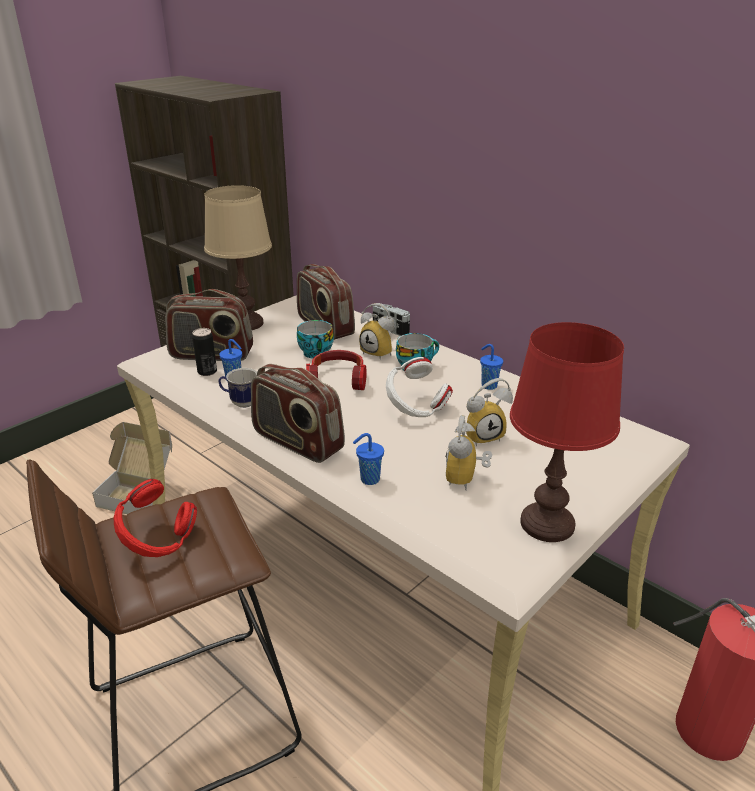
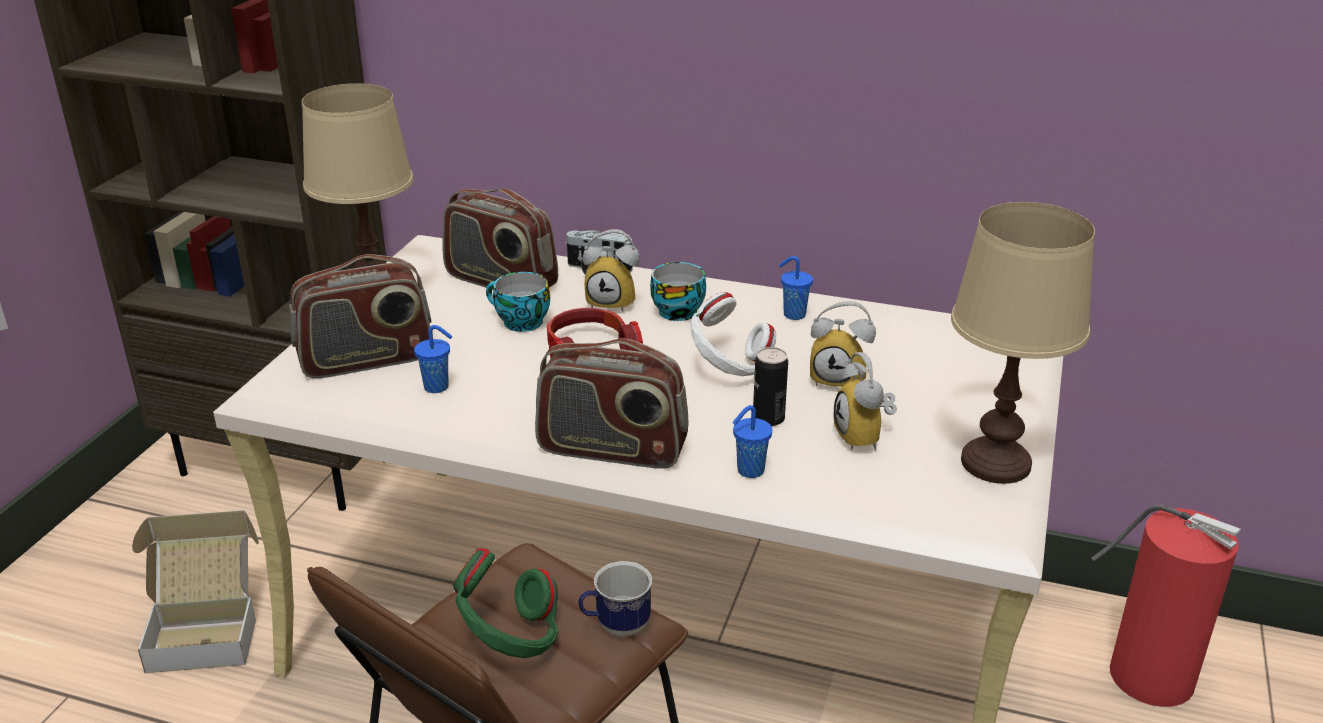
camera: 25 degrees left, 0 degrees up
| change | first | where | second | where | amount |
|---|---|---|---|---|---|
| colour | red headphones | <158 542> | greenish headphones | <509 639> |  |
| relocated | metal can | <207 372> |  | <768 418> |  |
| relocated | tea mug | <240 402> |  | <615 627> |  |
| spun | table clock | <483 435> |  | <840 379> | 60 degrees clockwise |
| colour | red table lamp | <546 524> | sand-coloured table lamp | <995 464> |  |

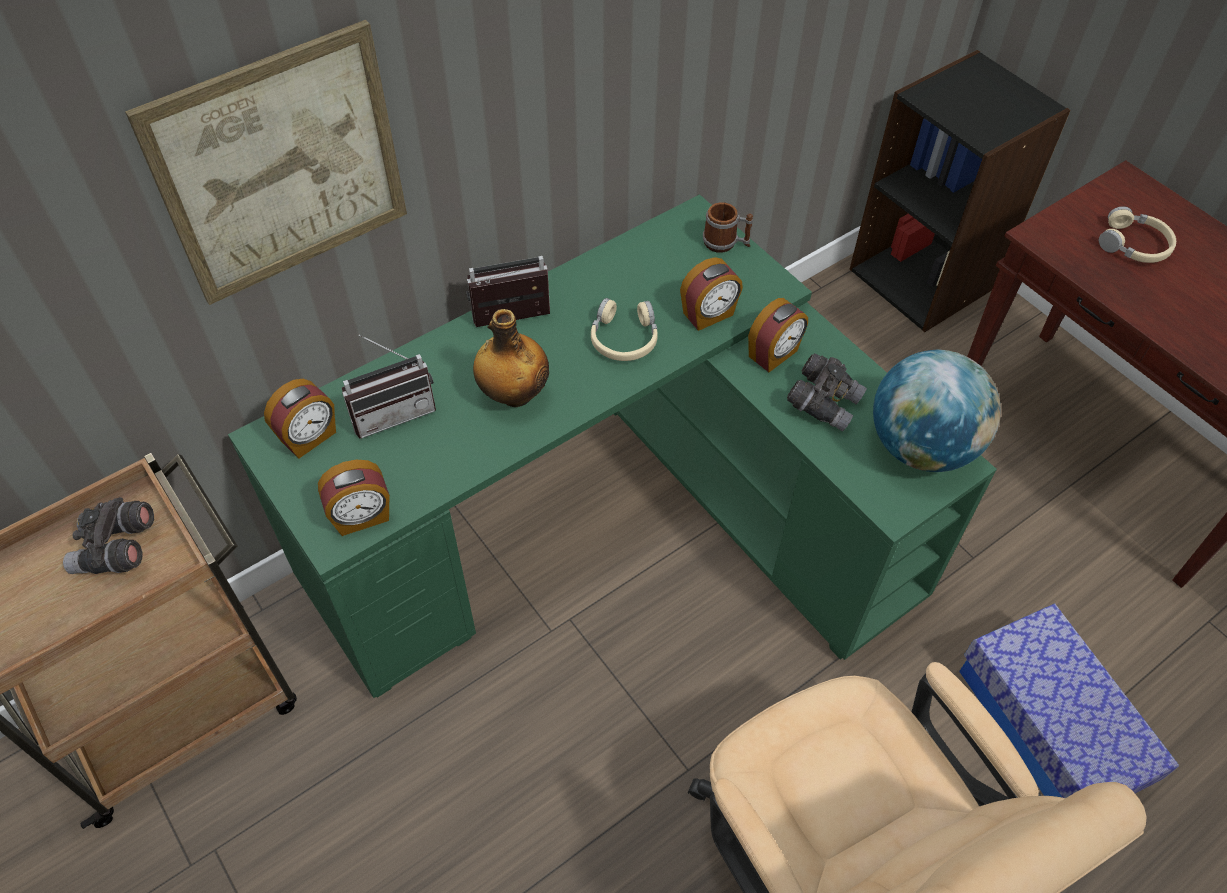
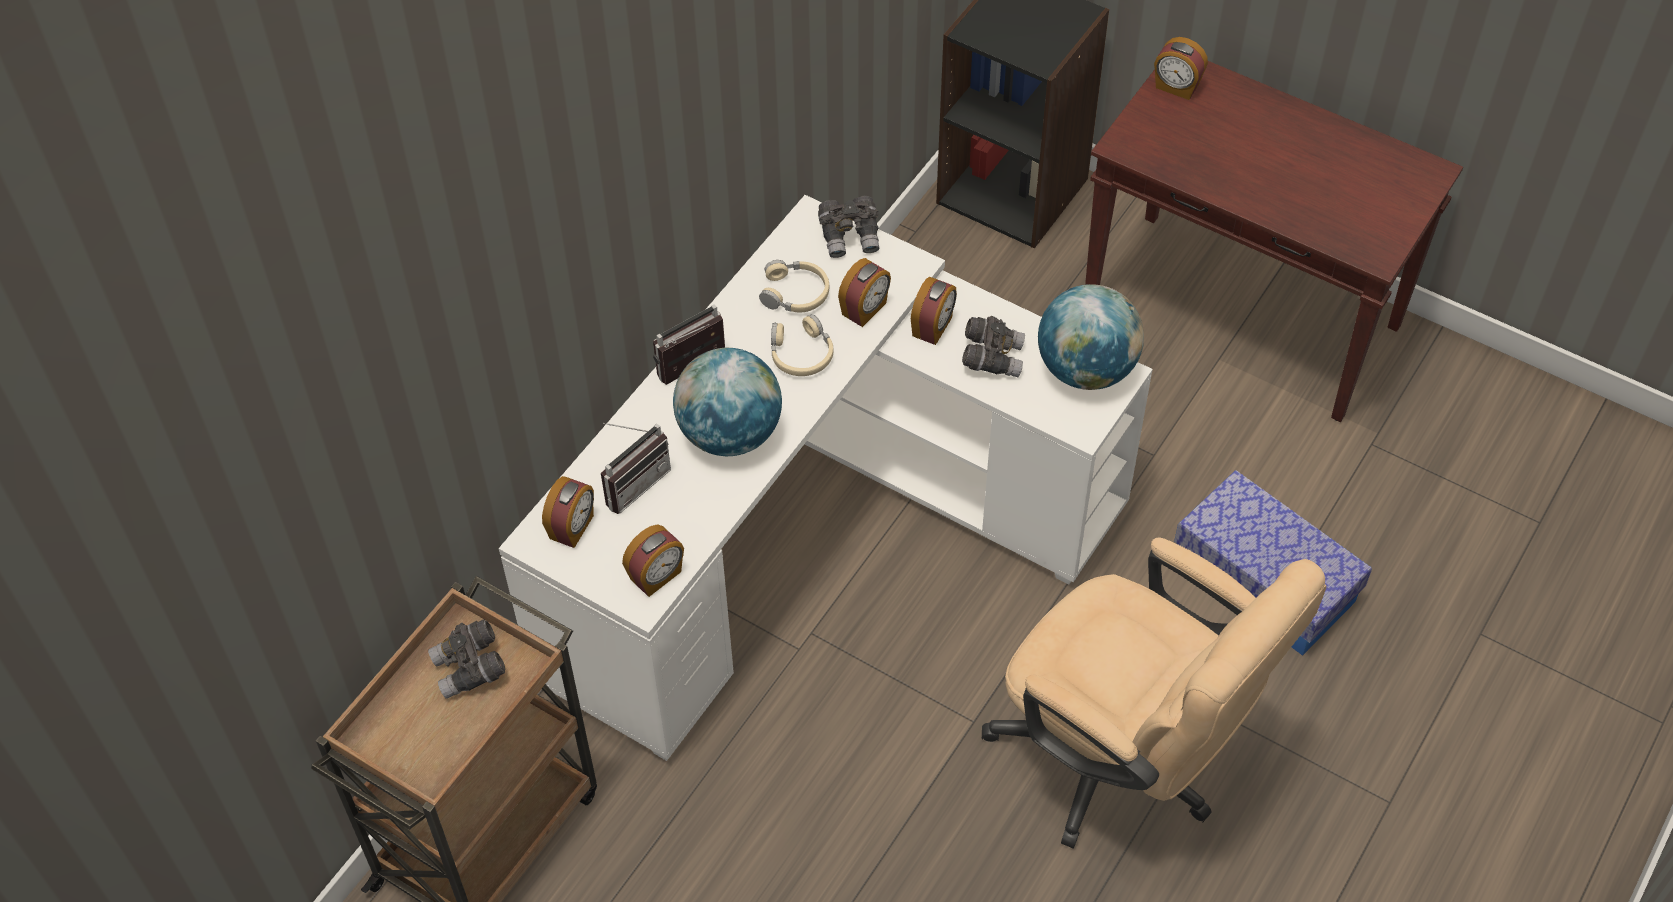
camera: 20 degrees left, 0 degrees up
| change | first | where | second | where | amount |
|---|---|---|---|---|---|
| missing | wall picture | <281 166> |  |  |  |
| colour | greenish desk unit | <616 522> | whitish desk unit | <814 531> |  |
| exchanged | drink bottle | <514 394> | world globe | <730 433> |  |
| exchanged | tea mug | <726 243> | grey field glasses | <850 236> |  |
| relocated | sand-coloured headphones | <1134 245> |  | <795 293> |  |
| appeared |  |  | table clock | <1176 87> |  |

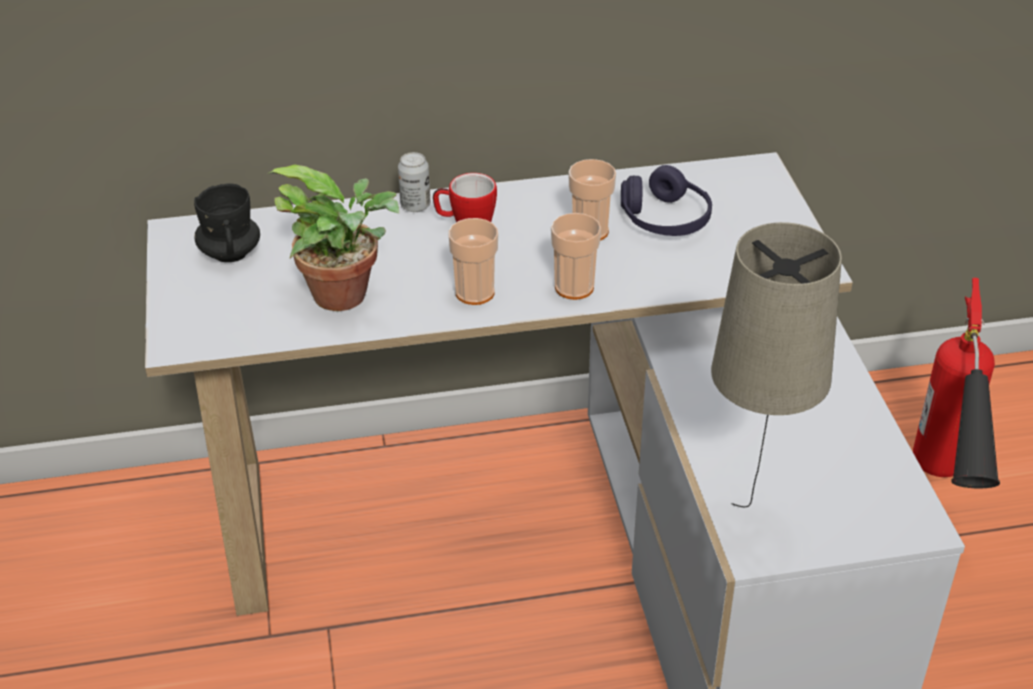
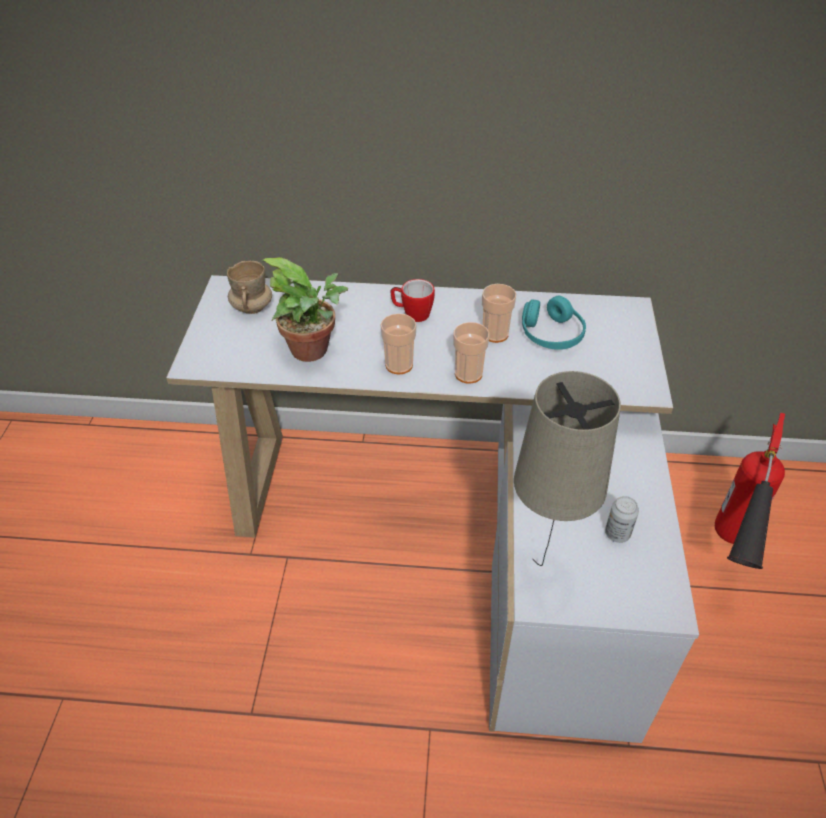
camera: 15 degrees right, 5 degrees up
| change | first | where | second | where | amount |
|---|---|---|---|---|---|
| colour | black tea mug | <230 253> | sand-coloured tea mug | <252 307> |  |
| relocated | metal can | <415 205> |  | <617 533> |  |
| colour | purple-coloured headphones | <665 219> | turquoise-coloured headphones | <551 334> |  |

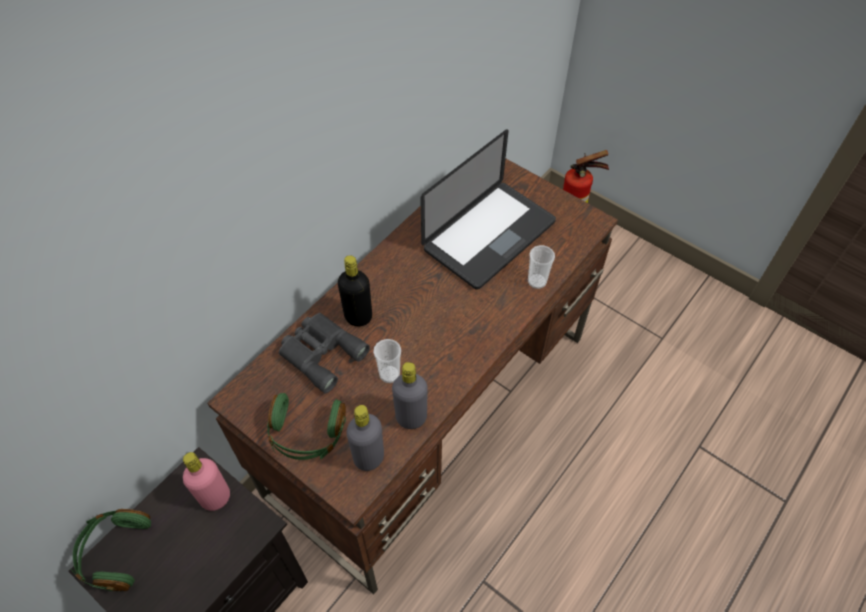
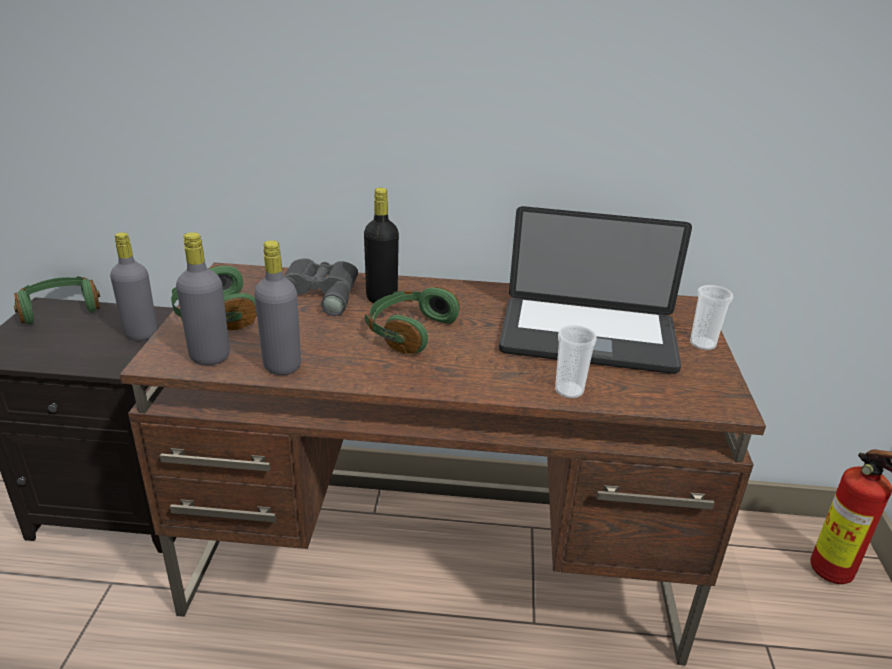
camera: 55 degrees right, 25 degrees down
| change | first | where | second | where | amount |
|---|---|---|---|---|---|
| colour | pink drink bottle | <216 497> | grey drink bottle | <141 334> |  |
| relocated | small cup | <389 374> |  | <702 344> |  |
| appeared |  |  | greenish headphones | <408 331> |  |

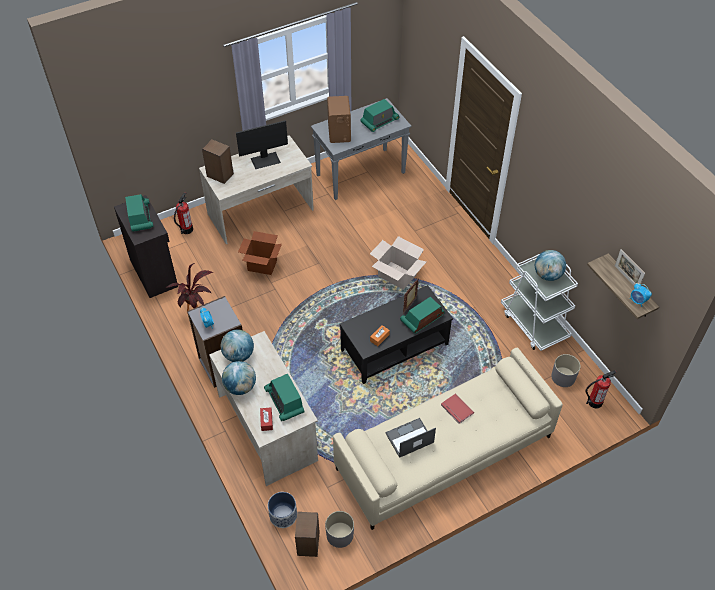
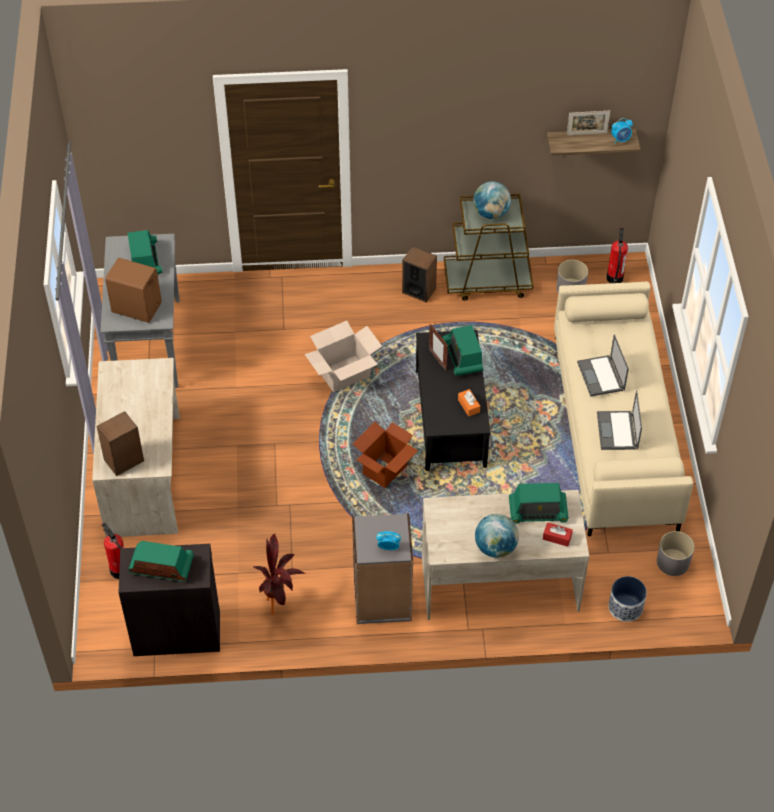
camera: 65 degrees left, 0 degrees up
| change | first | where | second | where | amount |
|---|---|---|---|---|---|
| missing | world globe | <238 355> |  |  |  |
| missing | computer display | <265 160> |  |  |  |
| relocated | carton | <262 265> |  | <385 470> |  |
| relocated | audio speaker | <308 543> |  | <419 290> |  |
| exchanged | red bound book | <456 410> | portable computer | <601 376> |  |
| colour | whitish trolley | <534 324> | brownish trolley | <488 281> |  |

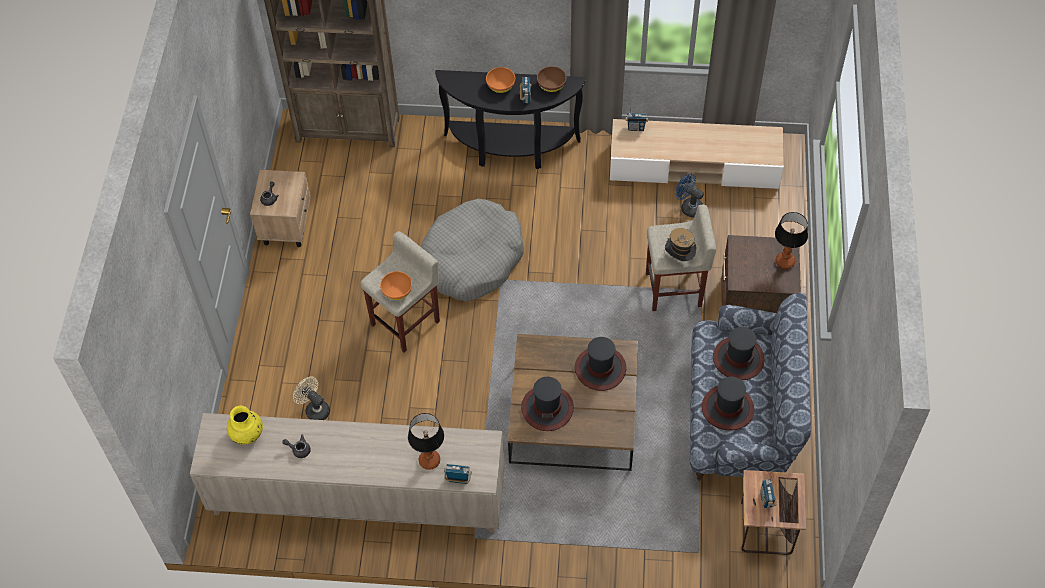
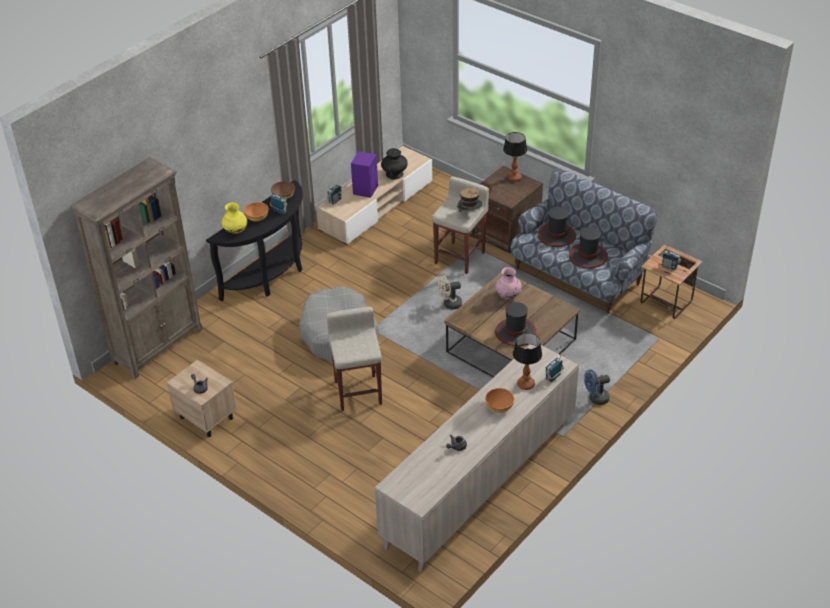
camera: 55 degrees left, 15 degrees down
| change | first | where | second | where | amount |
|---|---|---|---|---|---|
| relocated | yellow-coloured vase | <247 435> |  | <235 231> |  |
| relocated | sand-coloured electric fan | <314 409> |  | <449 304> |  |
| relocated | orange-coloured bowl | <397 291> |  | <499 406> |  |
| exchanged | hat | <600 369> | pink vase | <508 296> |  |
| relocated | blue electric fan | <688 207> |  | <595 399> |  |
| appeared |  |  | purple-coloured audio speaker | <365 189> |  |
| appeared |  |  | black vase | <394 174> |  |

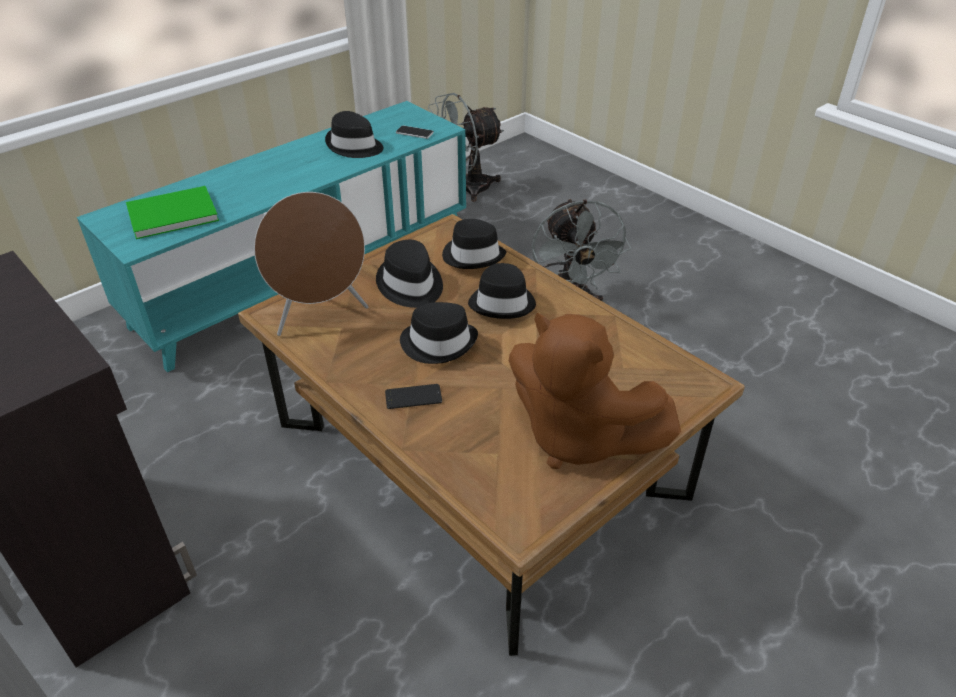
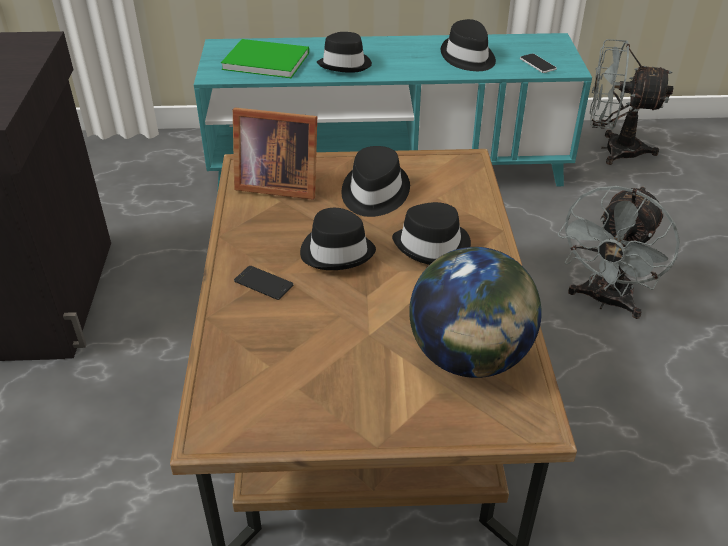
camera: 40 degrees right, 0 degrees up
| change | first | where | second | where | amount |
|---|---|---|---|---|---|
| exchanged | brownish audio speaker | <320 315> | photo frame | <276 184> |  |
| relocated | black hat | <473 255> |  | <345 64> |  |
| missing | brownish plush toy | <577 437> |  |  |  |
| appeared |  |  | world globe | <469 357> |  |

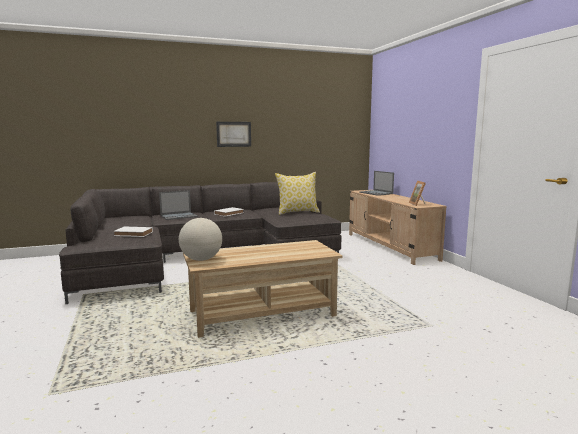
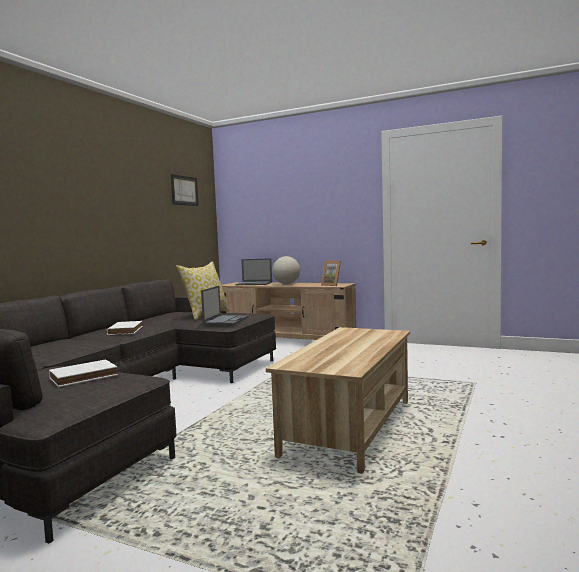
camera: 45 degrees left, 5 degrees down
| change | first | where | second | where | amount |
|---|---|---|---|---|---|
| relocated | portable computer | <179 216> |  | <226 320> |  |
| relocated | world globe | <201 259> |  | <286 284> |  |
| relocated | wall picture | <233 134> |  | <184 190> |  |

